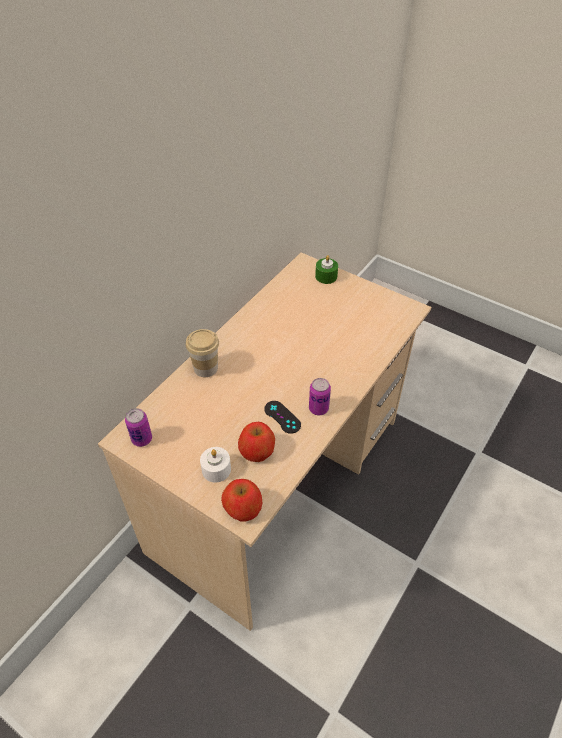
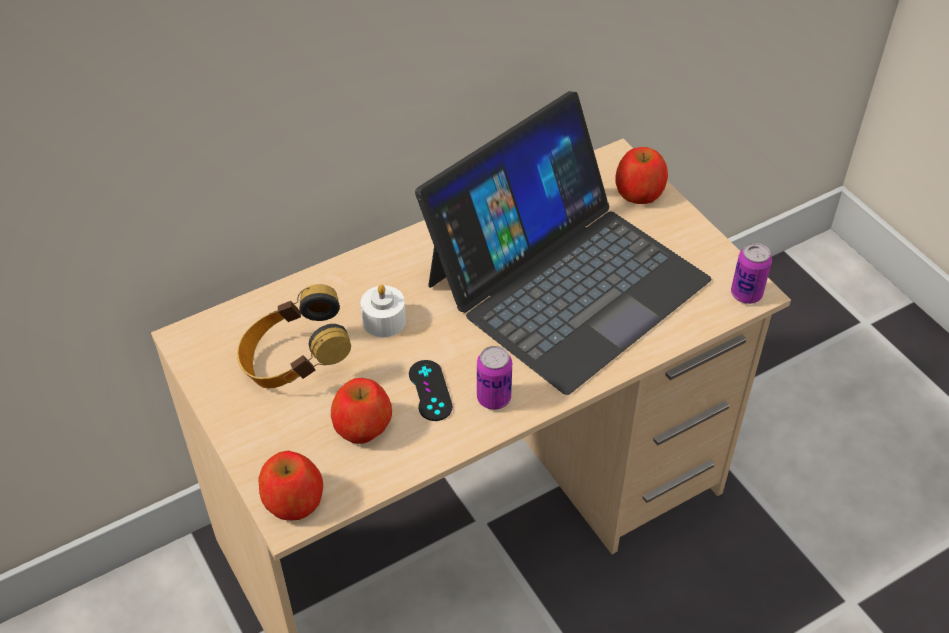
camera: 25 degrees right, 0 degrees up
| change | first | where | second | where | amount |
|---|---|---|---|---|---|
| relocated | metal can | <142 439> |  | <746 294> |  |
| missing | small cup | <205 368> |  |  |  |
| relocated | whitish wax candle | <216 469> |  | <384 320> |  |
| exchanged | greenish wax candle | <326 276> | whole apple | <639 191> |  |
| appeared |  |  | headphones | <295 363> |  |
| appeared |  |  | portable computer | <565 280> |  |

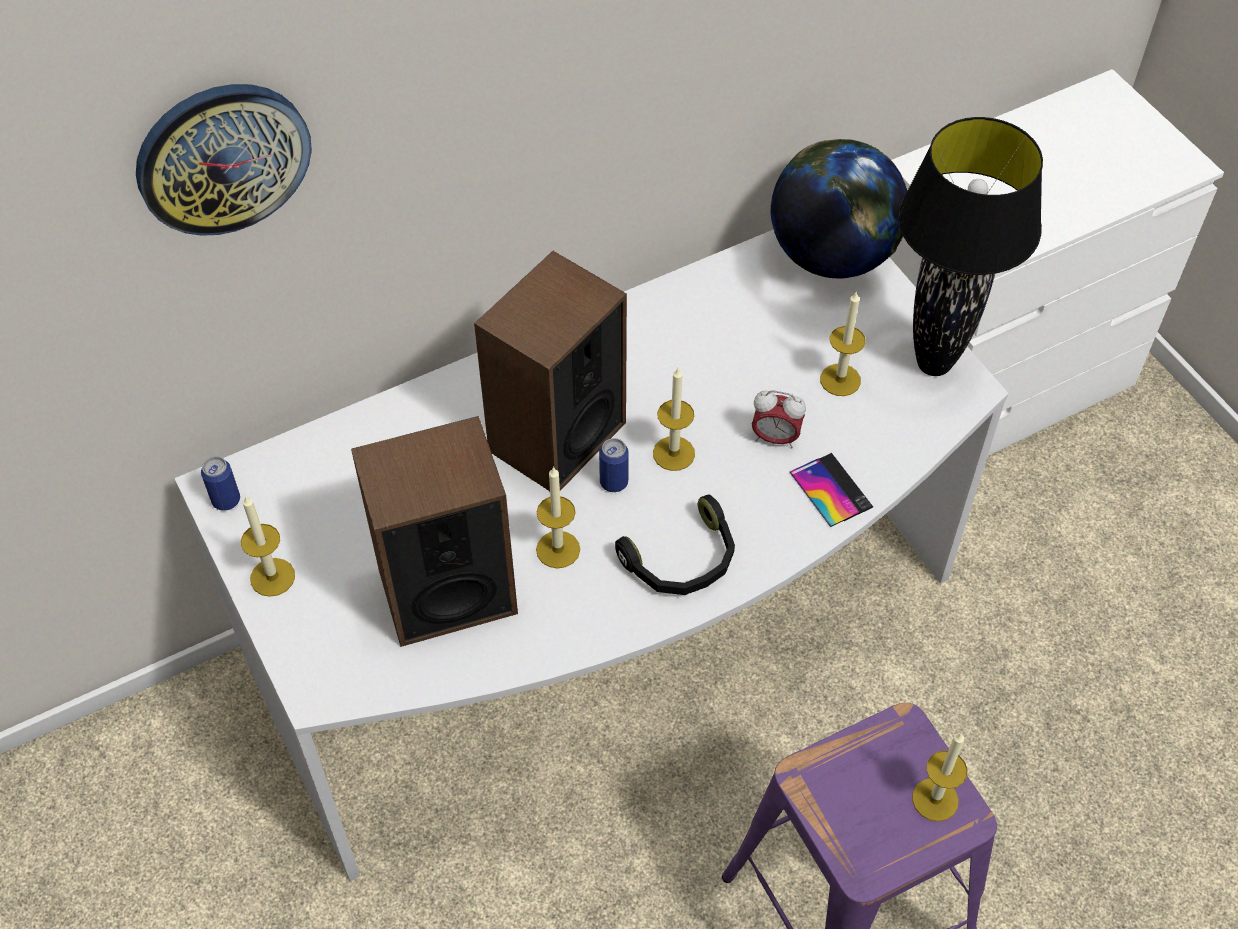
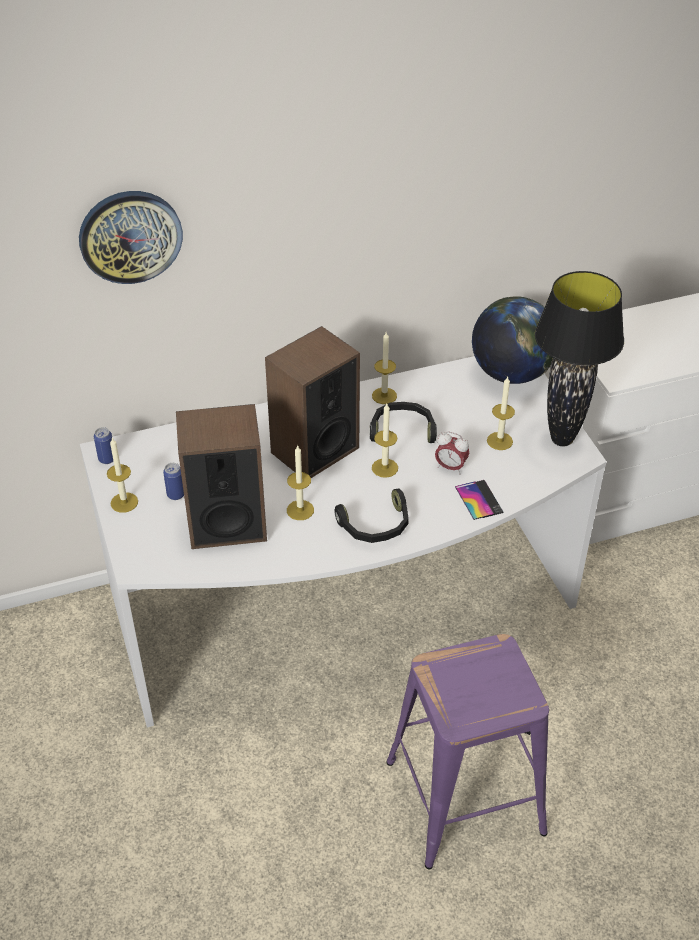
camera: 10 degrees right, 10 degrees down
| change | first | where | second | where | amount |
|---|---|---|---|---|---|
| relocated | metal can | <614 482> |  | <176 494> |  |
| relocated | wax candle | <935 799> |  | <384 396> |  |
| appeared |  |  | black headphones | <402 429> |  |

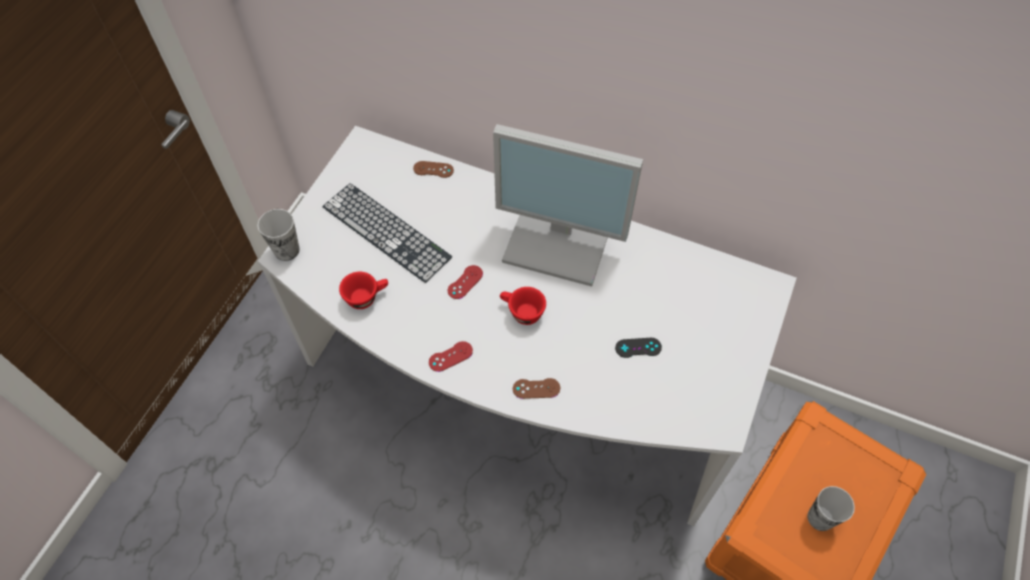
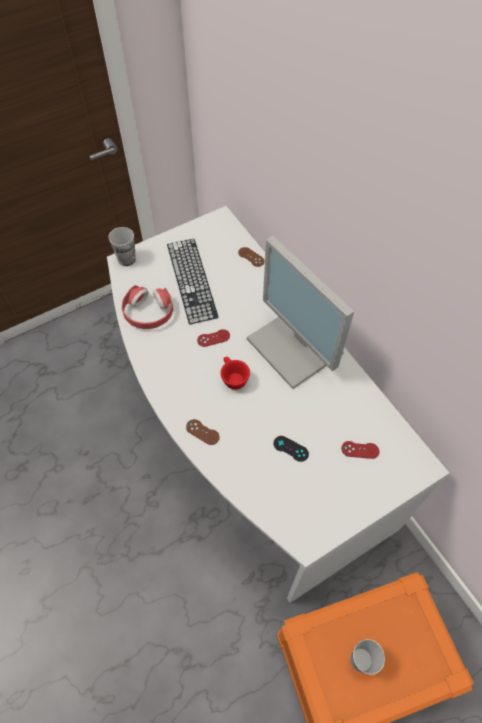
camera: 35 degrees right, 0 degrees up
| change | first | where | second | where | amount |
|---|---|---|---|---|---|
| exchanged | red small cup | <366 297> | red headphones | <148 312> |  |
| relocated | red game controller | <450 356> |  | <360 450> |  |

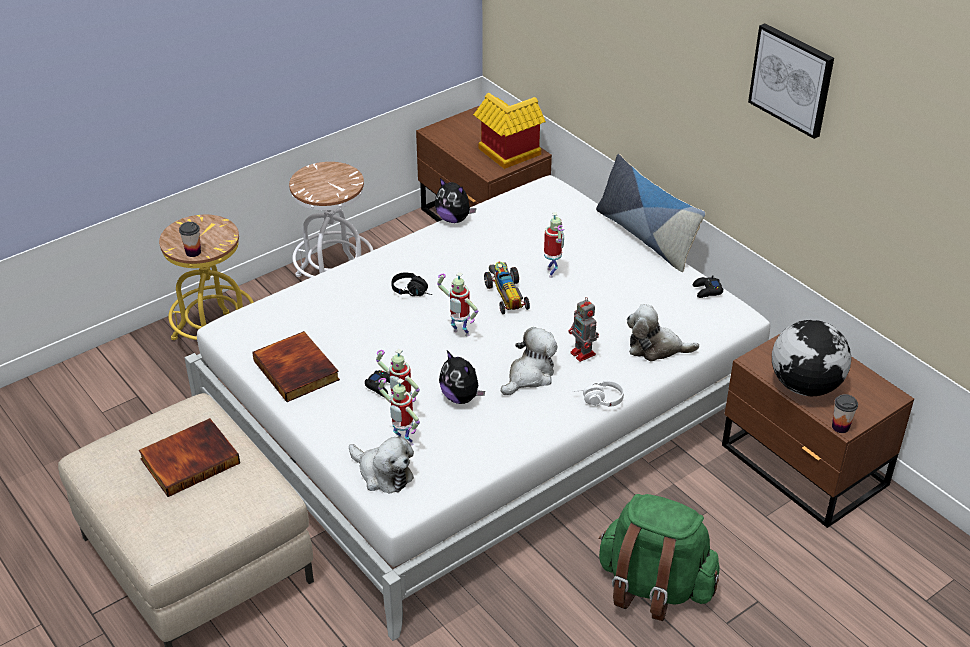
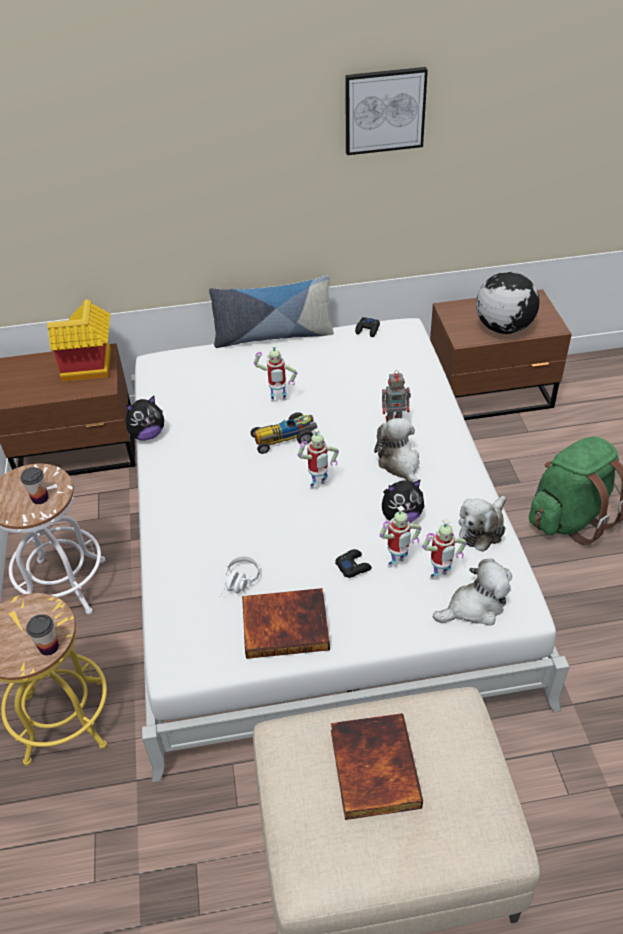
camera: 60 degrees left, 5 degrees up
| change | first | where | second | where | amount |
|---|---|---|---|---|---|
| missing | black headphones | <414 291> |  |  |  |
| spun | model car | <506 294> |  | <285 438> | 150 degrees clockwise |
| spun | model robot | <552 273> |  | <278 401> | 150 degrees clockwise |
| relocated | whitish headphones | <598 400> |  | <239 583> |  |
| relocated | plush toy | <656 348> |  | <482 529> |  |
| relocated | small cup | <840 427> |  | <40 498> |  |

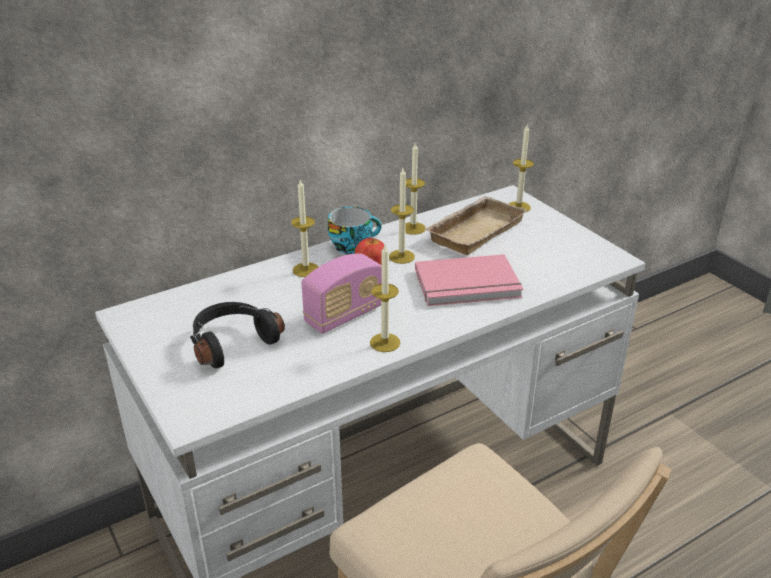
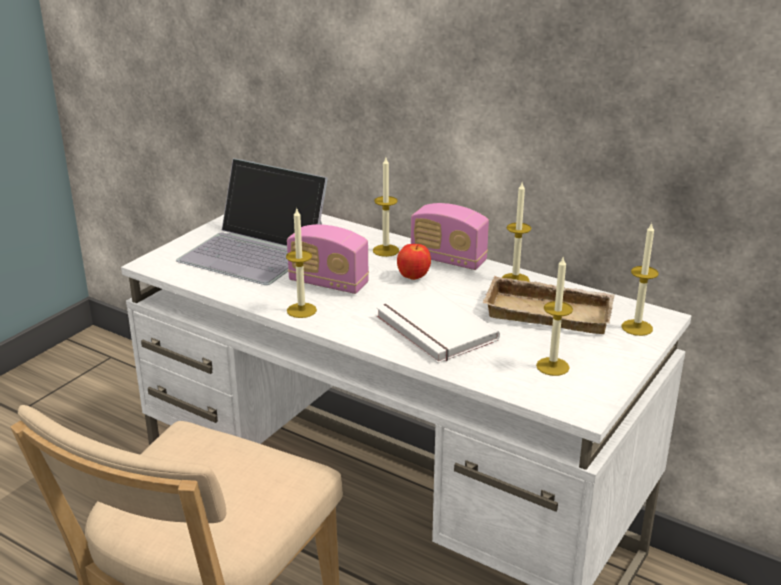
camera: 65 degrees right, 5 degrees down
| change | first | where | second | where | amount |
|---|---|---|---|---|---|
| exchanged | black headphones | <232 342> | portable computer | <255 250> |  |
| exchanged | small cup | <352 246> | radio receiver | <448 260> |  |
| relocated | wax candle | <401 256> |  | <552 366> |  |
| colour | pink bound book | <468 285> | whitish bound book | <433 330> |  |

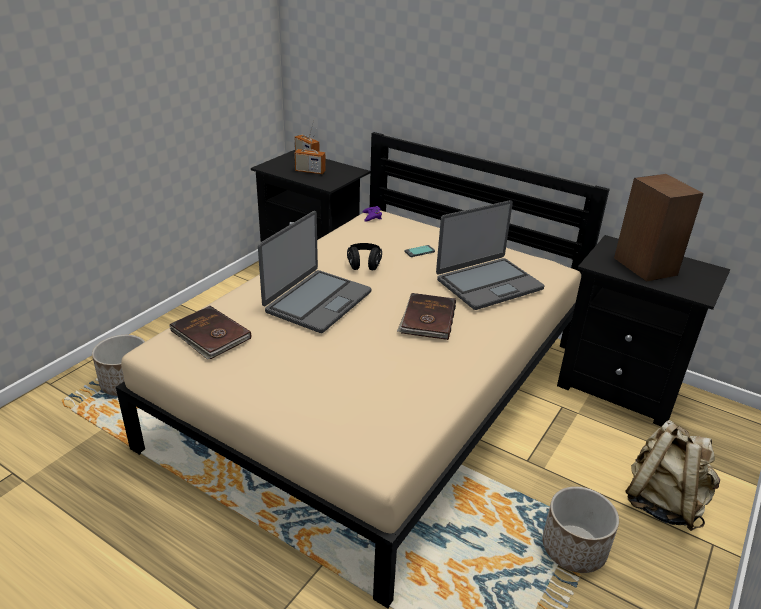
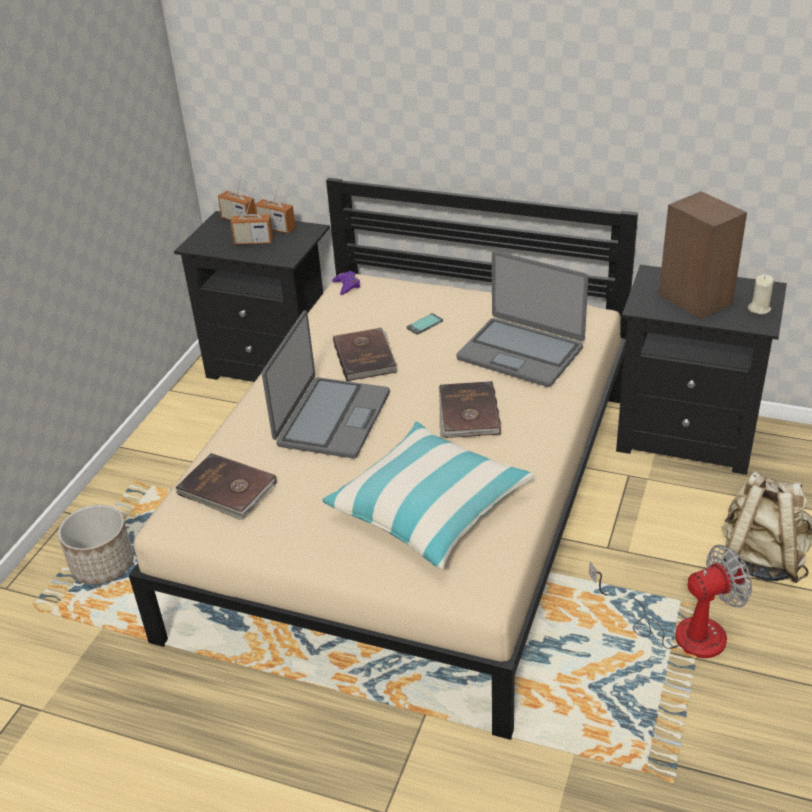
camera: 10 degrees left, 5 degrees up
| change | first | where | second | where | amount |
|---|---|---|---|---|---|
| exchanged | black headphones | <364 264> | brownish bound book | <365 356> |  |
| spun | portable computer | <488 284> |  | <521 352> | 75 degrees clockwise |
| exchanged | planter | <573 548> | electric fan | <681 631> |  |
| appeared |  |  | radio receiver | <276 228> |  |
| appeared |  |  | cushion | <429 508> |  |
| appeared |  |  | sand-coloured wax candle | <759 308> |  |

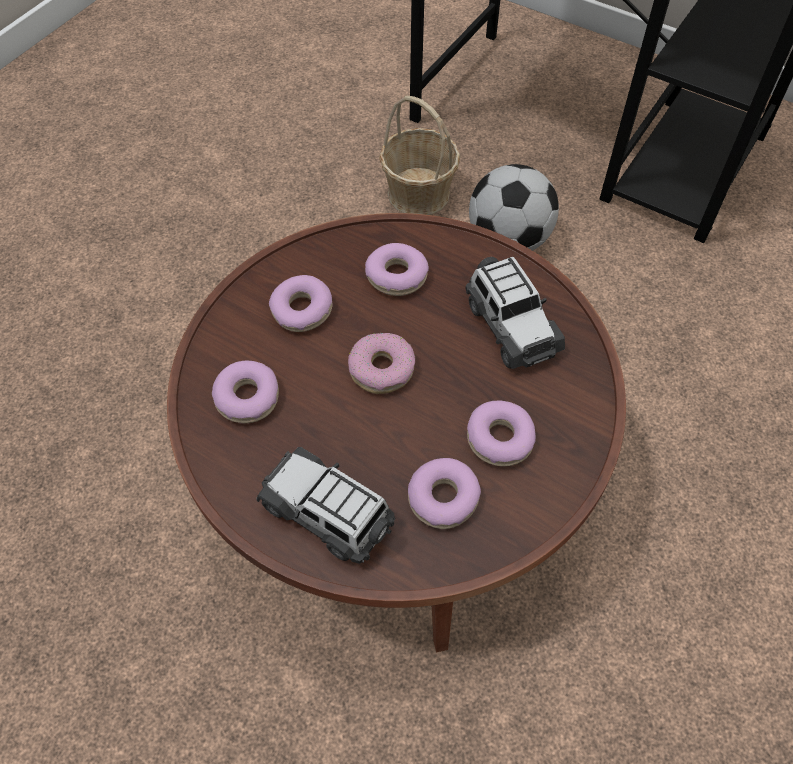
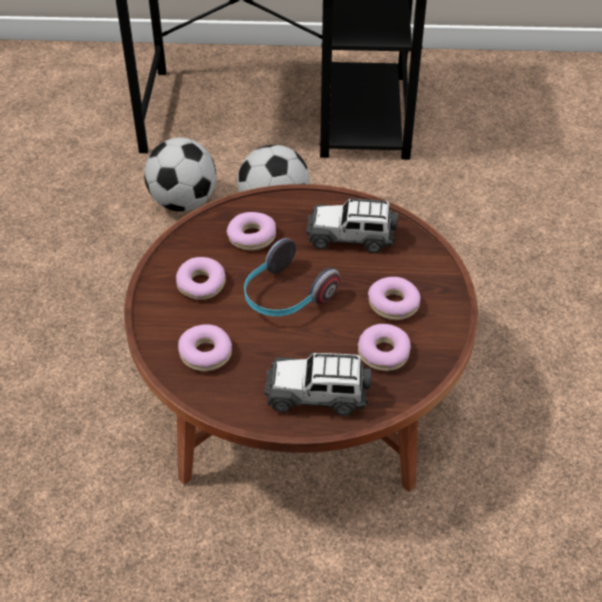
camera: 30 degrees left, 10 degrees down
| change | first | where | second | where | amount |
|---|---|---|---|---|---|
| exchanged | doughnut | <381 369> | headphones | <285 297> |  |
| exchanged | storage basket | <418 193> | football ball | <183 202> |  |
| spun | model car | <510 326> |  | <351 237> | 150 degrees clockwise |

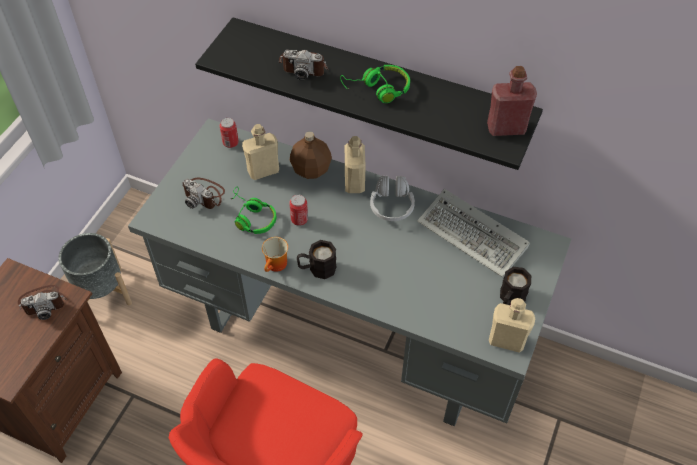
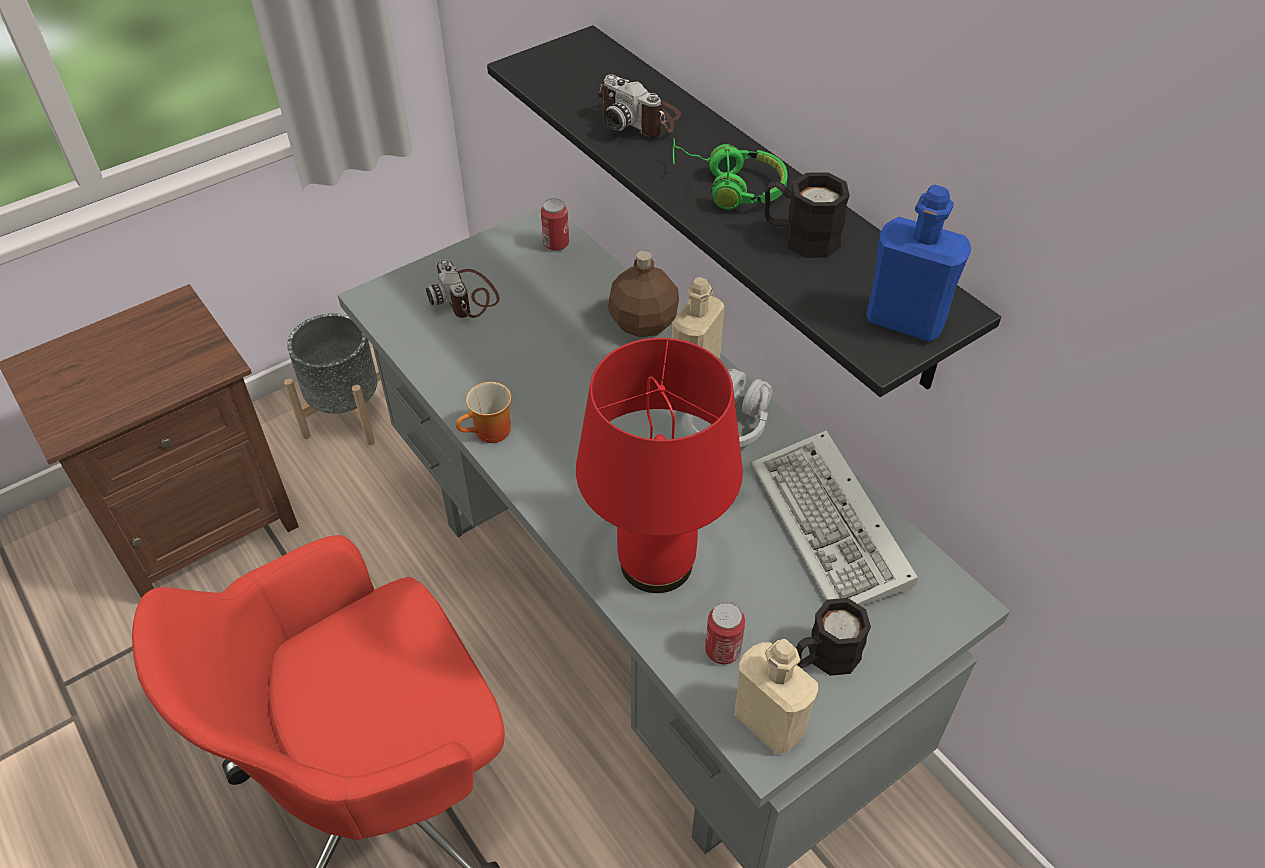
camera: 30 degrees right, 5 degrees down
| change | first | where | second | where | amount |
|---|---|---|---|---|---|
| missing | photo camera | <43 302> |  |  |  |
| missing | greenish headphones | <251 217> |  |  |  |
| missing | sand-coloured drink bottle | <263 171> |  |  |  |
| relocated | metal can | <299 219> |  | <722 650> |  |
| relocated | black tea mug | <317 268> |  | <800 237> |  |
| colour | red drink bottle | <506 128> | blue drink bottle | <905 321> |  |
| appeared |  |  | red table lamp | <656 561> |  |

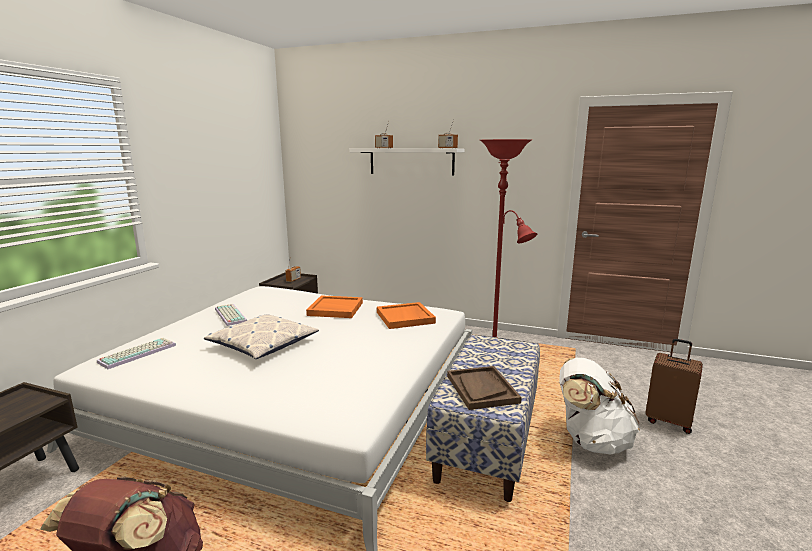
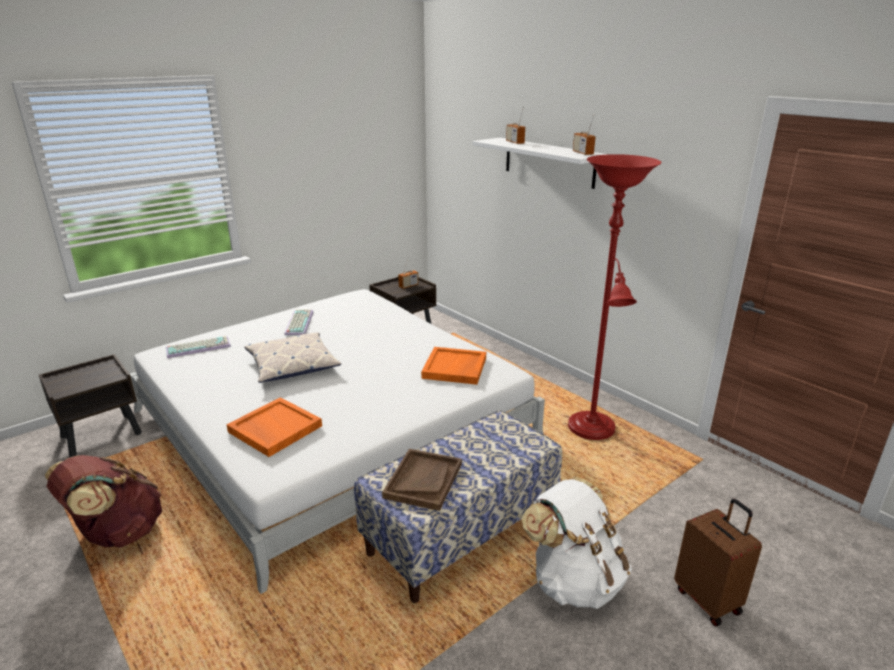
camera: 30 degrees right, 10 degrees up
| change | first | where | second | where | amount |
|---|---|---|---|---|---|
| relocated | orange-coloured carrying tray | <335 309> |  | <274 429> |  |

